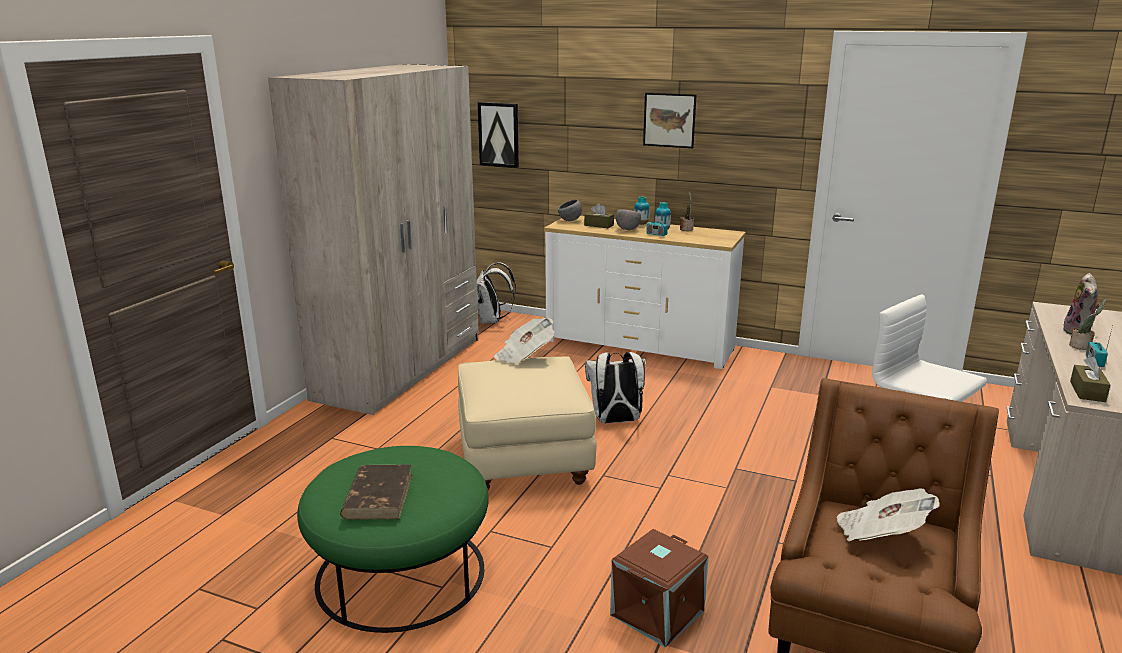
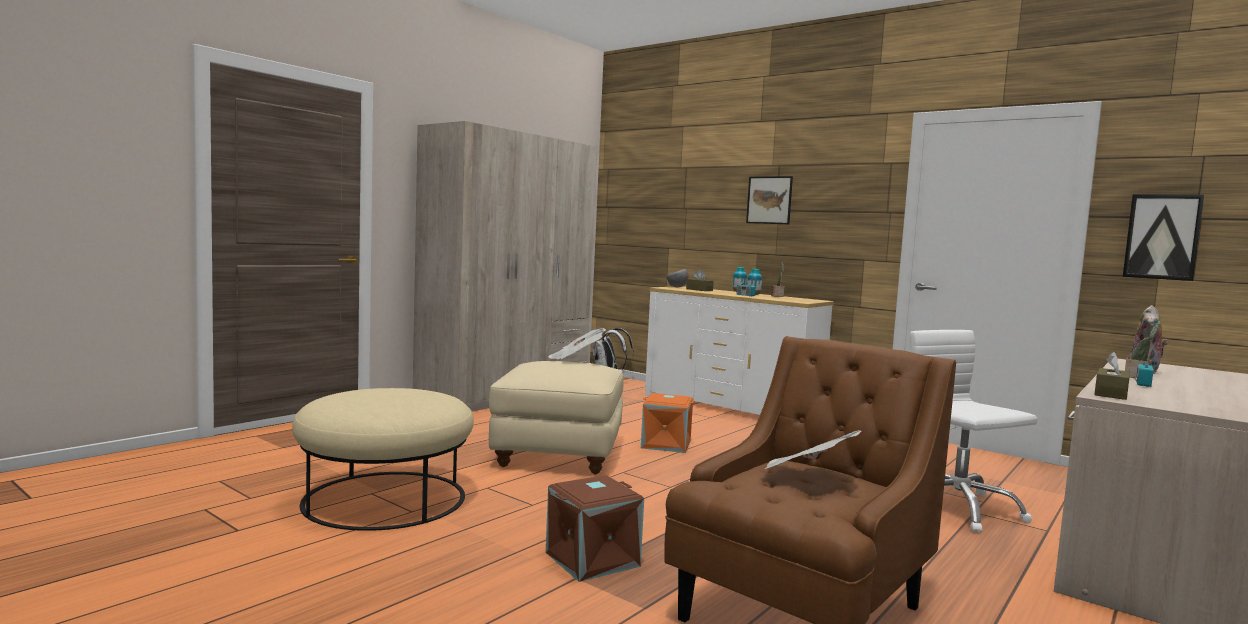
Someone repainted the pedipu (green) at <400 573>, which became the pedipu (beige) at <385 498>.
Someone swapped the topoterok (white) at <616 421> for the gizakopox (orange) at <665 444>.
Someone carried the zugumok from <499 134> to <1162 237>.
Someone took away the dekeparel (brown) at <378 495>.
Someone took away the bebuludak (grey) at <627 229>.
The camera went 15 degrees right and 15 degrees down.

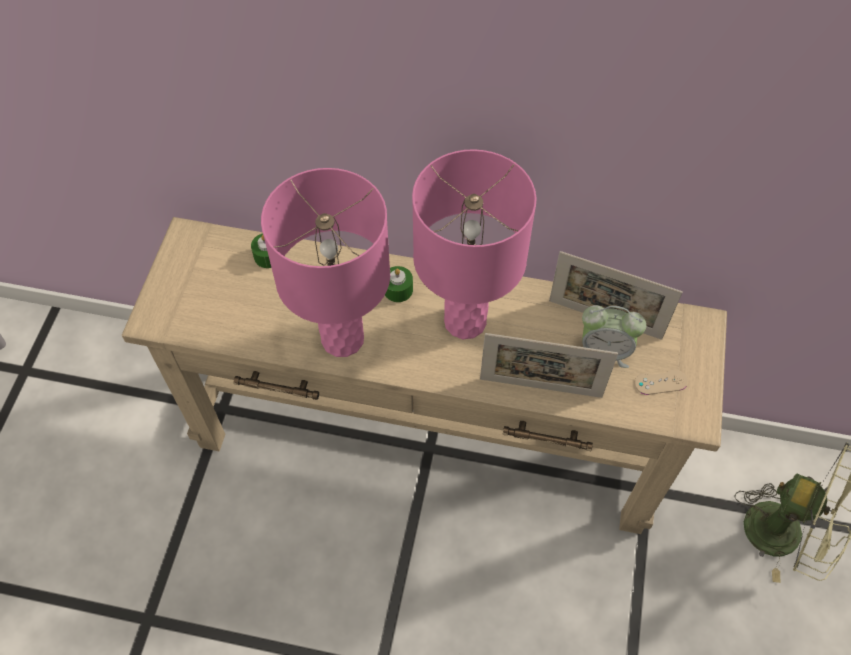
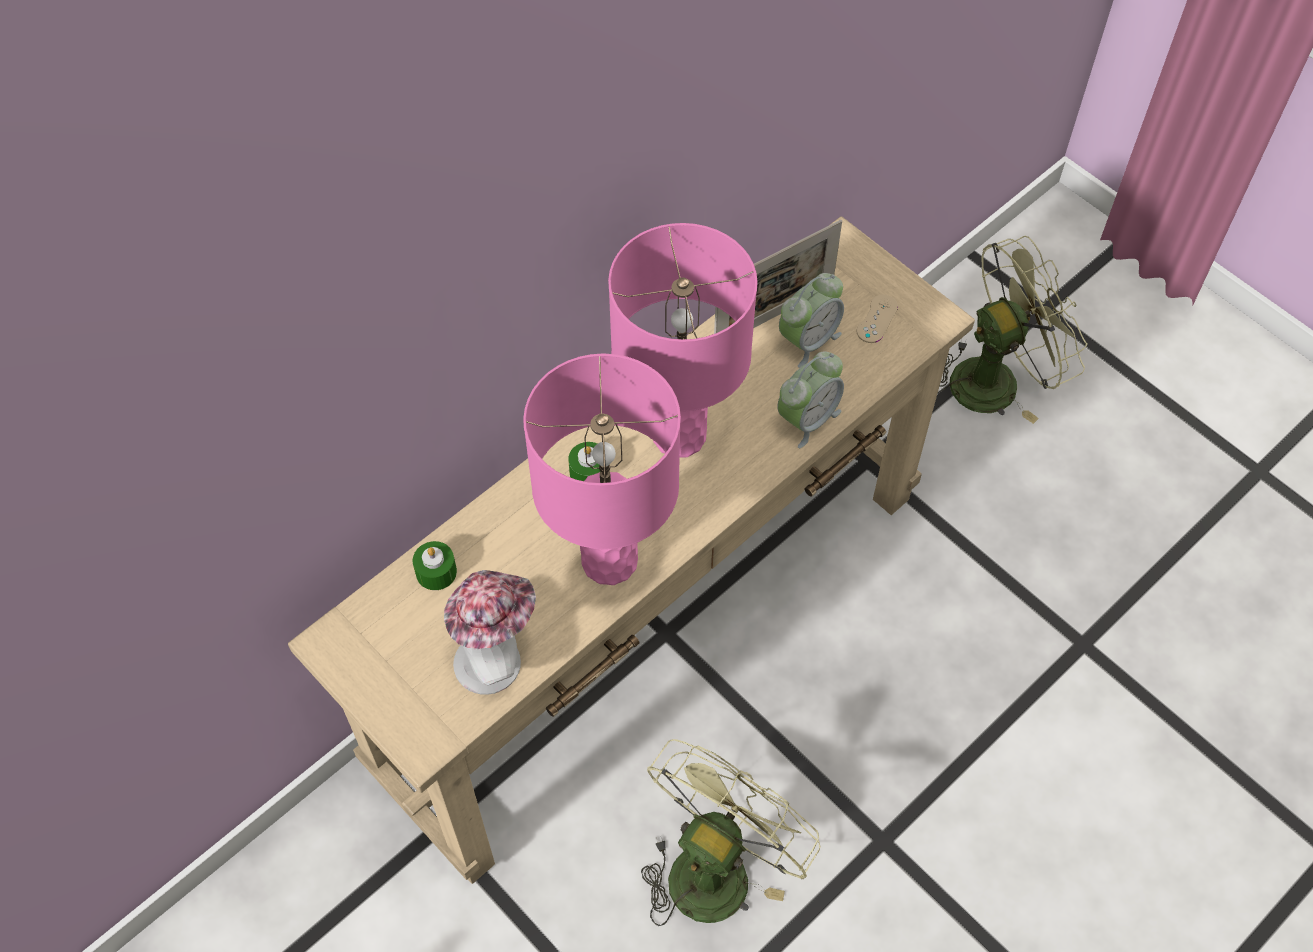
Someone put down the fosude at <496 659>.
Someone put down the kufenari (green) at <715 865>.
Someone swapped the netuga at <540 387> for the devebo at <807 419>.
The camera went 55 degrees left and 0 degrees up.

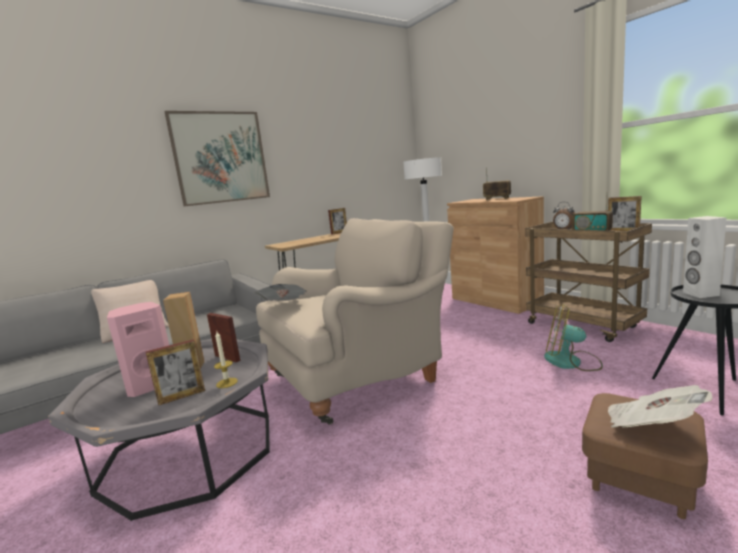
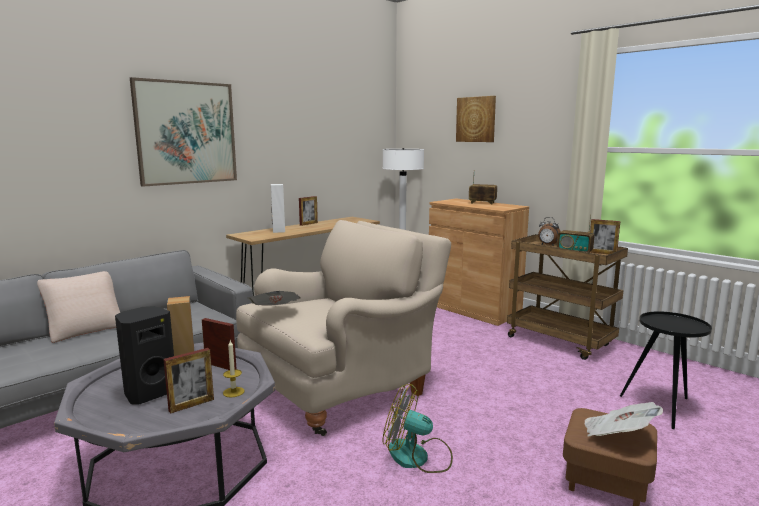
Someone repainted the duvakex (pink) at <151 385>, which became the duvakex (black) at <149 393>.
Someone carried the duvakex (white) from <700 294> to <278 231>.
Someone carried the kufenari from <571 362> to <418 457>.
Someone put up the zugumok at <476 119>.
The camera went 10 degrees left and 0 degrees up.

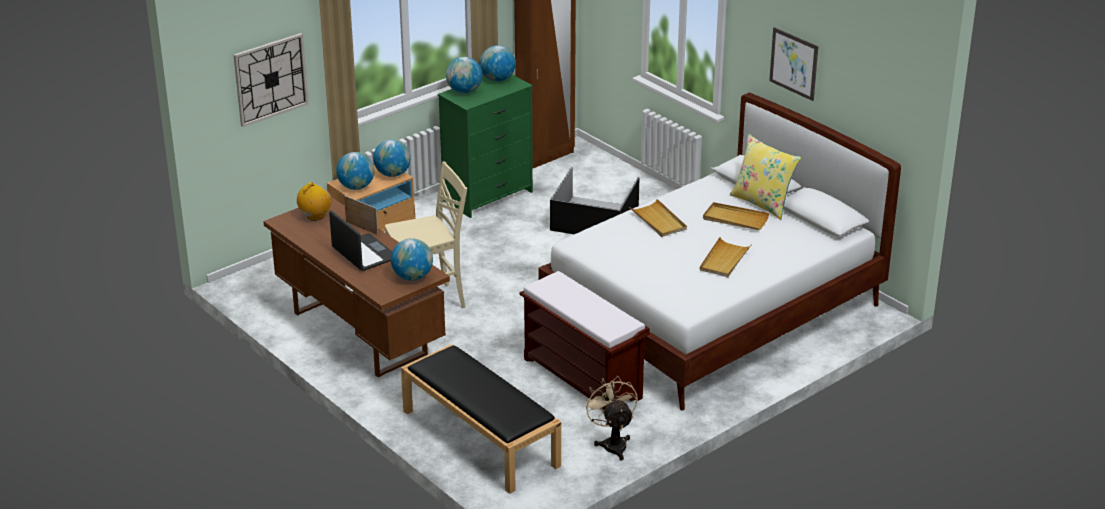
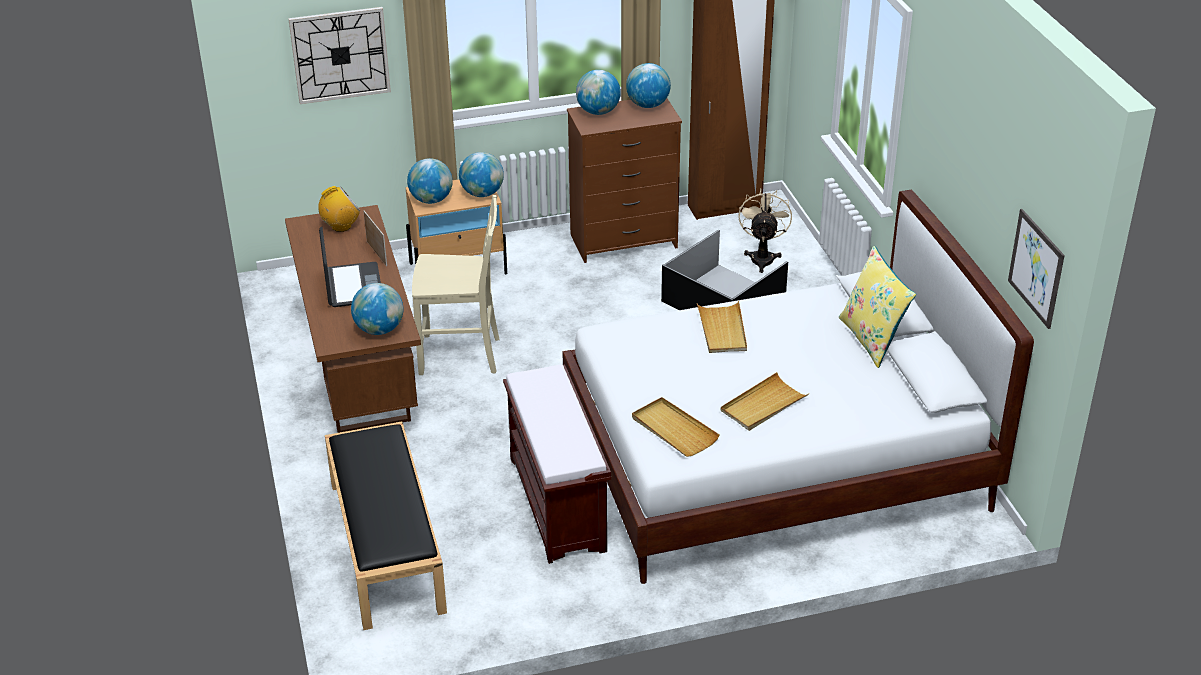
Someone repainted the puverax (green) at <488 196>, which became the puverax (brown) at <624 241>.
Someone carried the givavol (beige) from <735 219> to <673 430>.
Someone carried the kufenari (beige) from <613 443> to <762 257>.
Someone carried the zugumok from <794 63> to <1036 268>.
The camera went 25 degrees right and 5 degrees up.

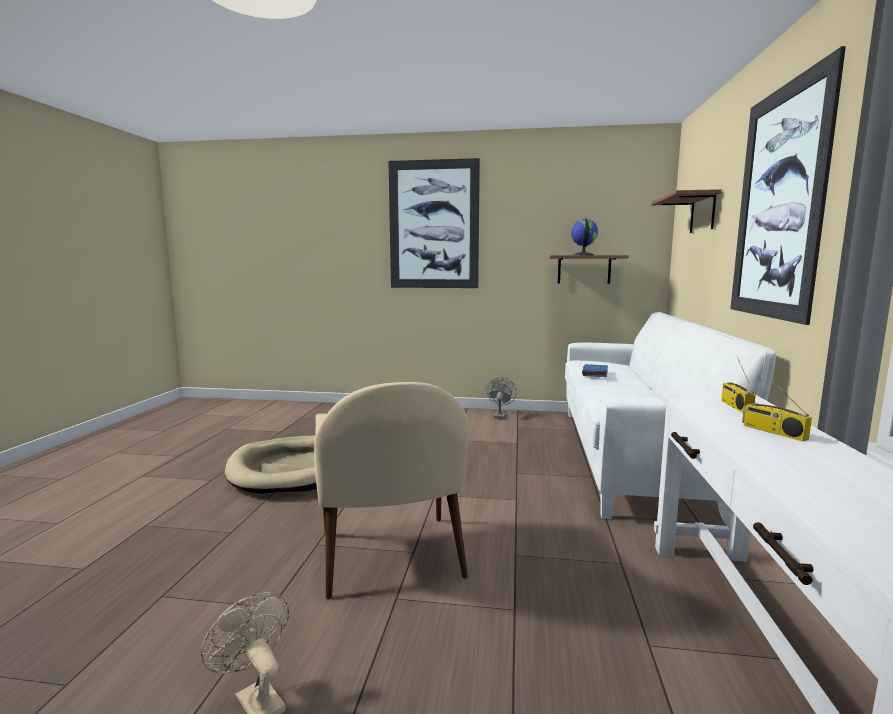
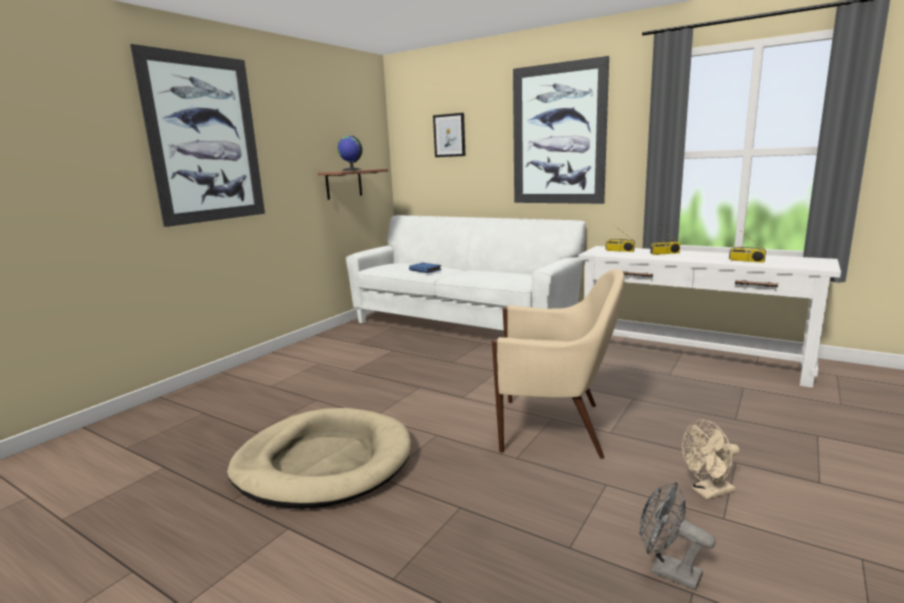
Someone swapped the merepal at <702 213> for the zugumok at <449 135>.
Someone carried the kufenari (grey) from <500 415> to <667 571>.
Someone put down the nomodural at <746 261>.
The camera went 65 degrees left and 5 degrees up.

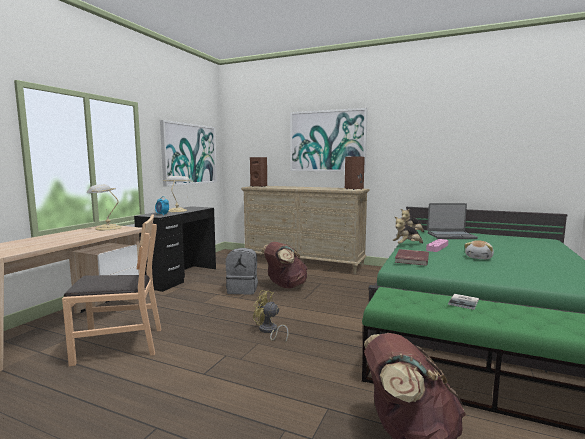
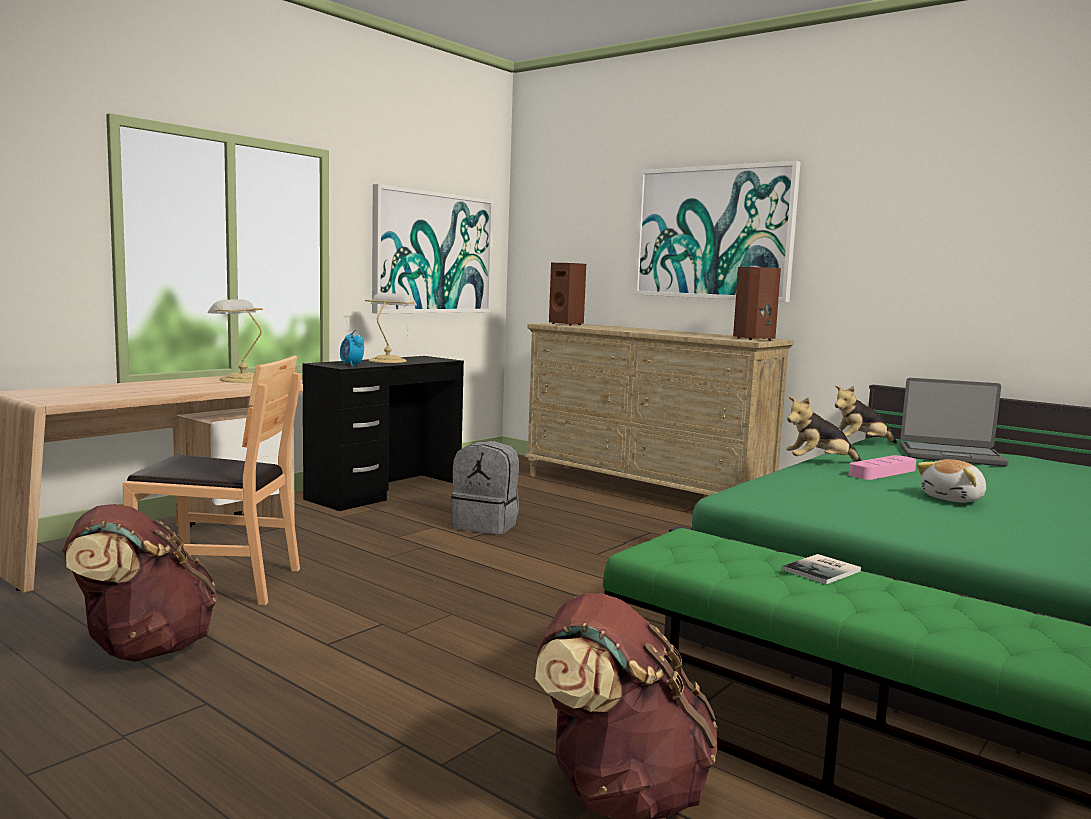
Someone carried the topoterok (brown) from <285 286> to <143 649>.
Someone took away the kufenari (yellow) at <269 331>.
Someone took away the dekeparel (red) at <411 259>.
The camera went 15 degrees right and 0 degrees up.

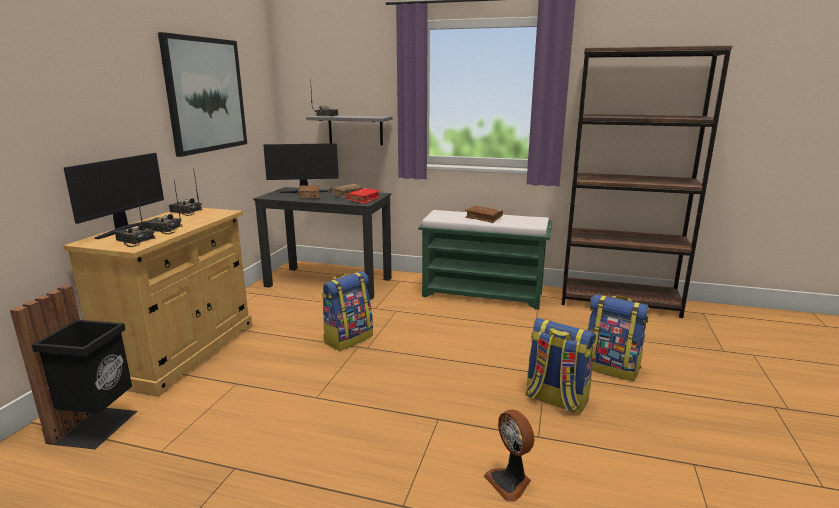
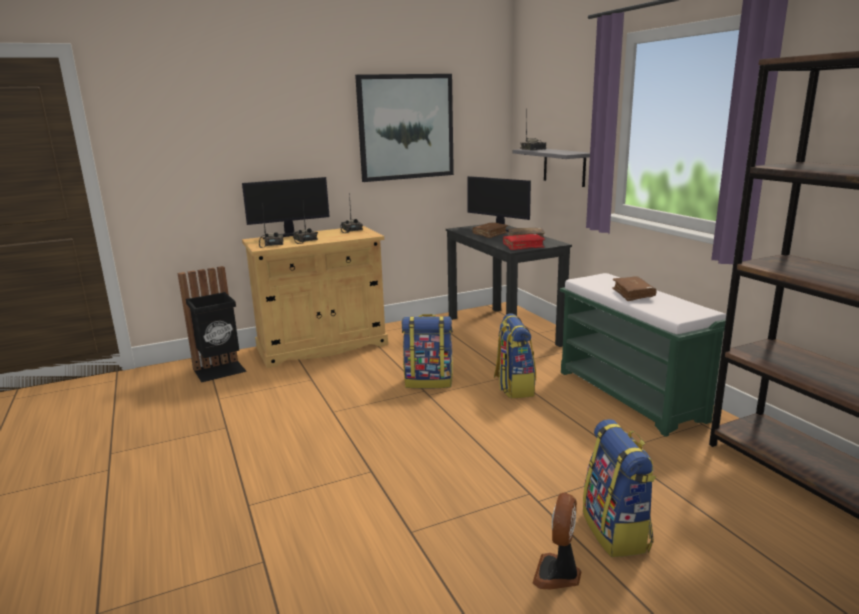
Someone carried the topoterok from <555 400> to <513 387>.
Someone carried the kufenari from <510 482> to <558 574>.
The camera went 50 degrees right and 0 degrees up.

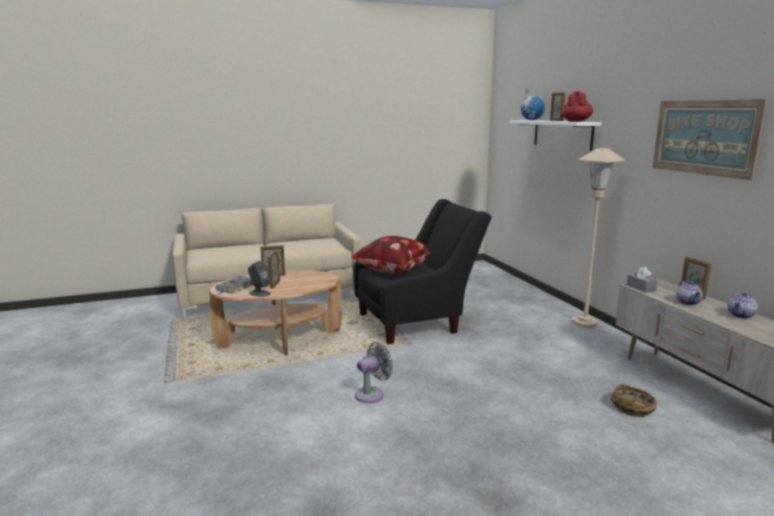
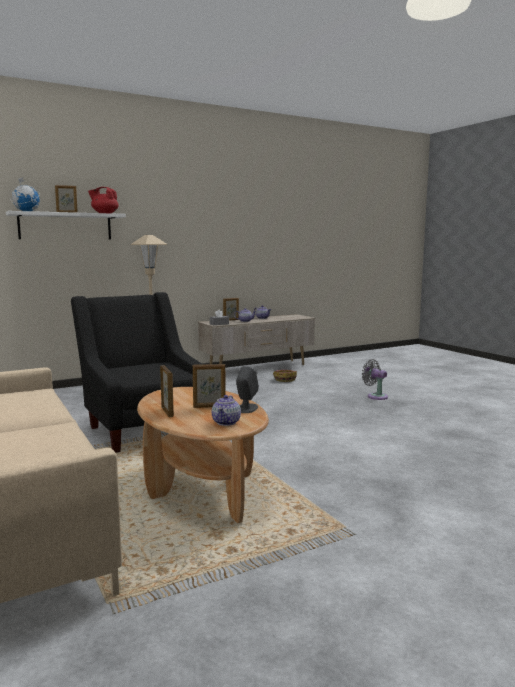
Someone swapped the dekeparel (grey) at <235 287> for the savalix at <226 422>.
Someone carried the kufenari (grey) from <372 394> to <375 396>.
Someone took away the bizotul at <392 272>.
Someone took away the zugumok at <704 137>.
The camera went 100 degrees left and 5 degrees down.

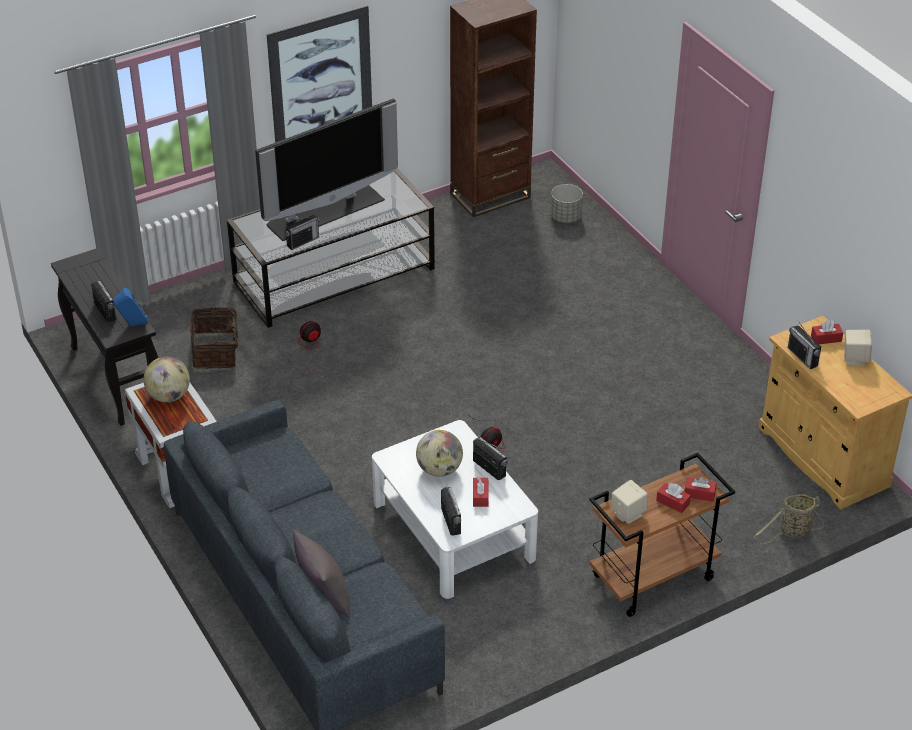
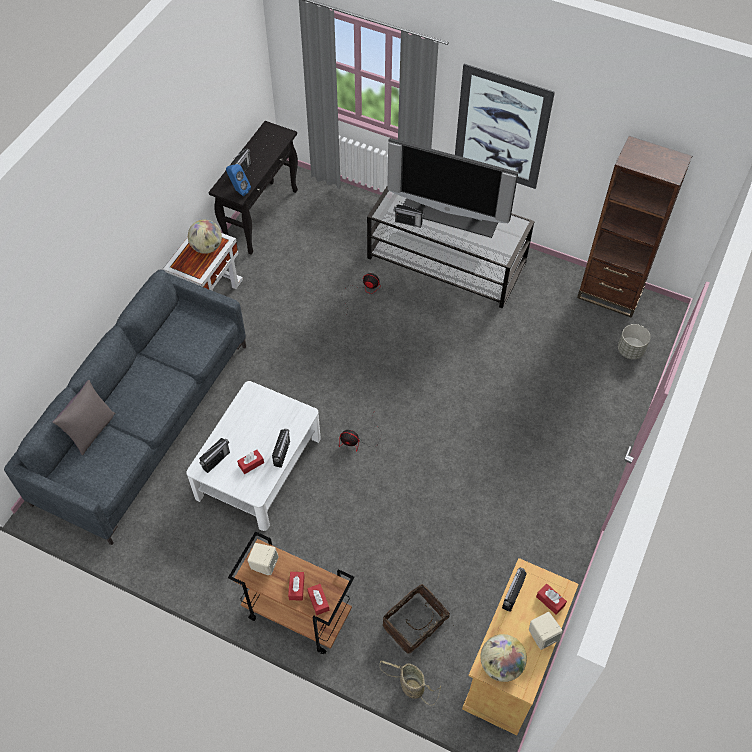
Someone carried the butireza from <216 351> to <415 625>.
Someone carried the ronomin from <439 470> to <500 665>.
The camera went 55 degrees right and 15 degrees up.

